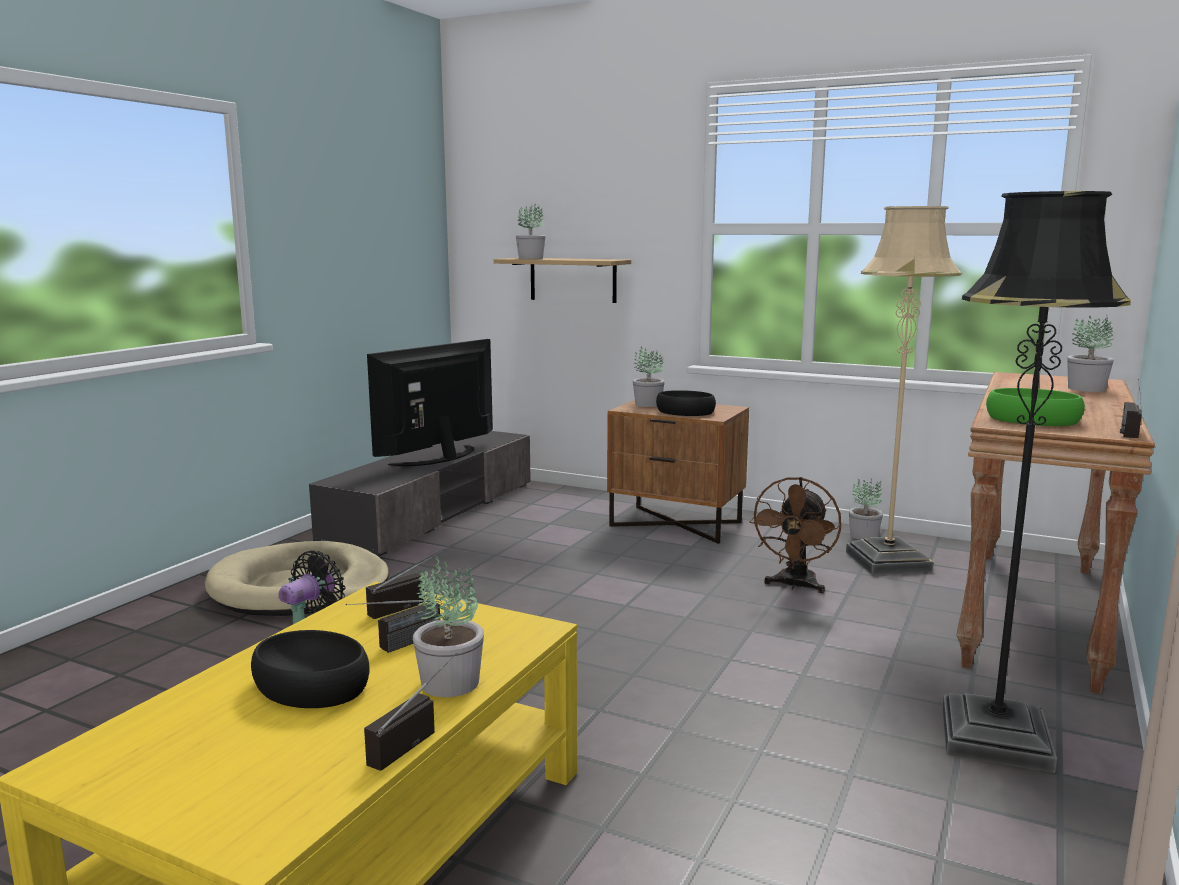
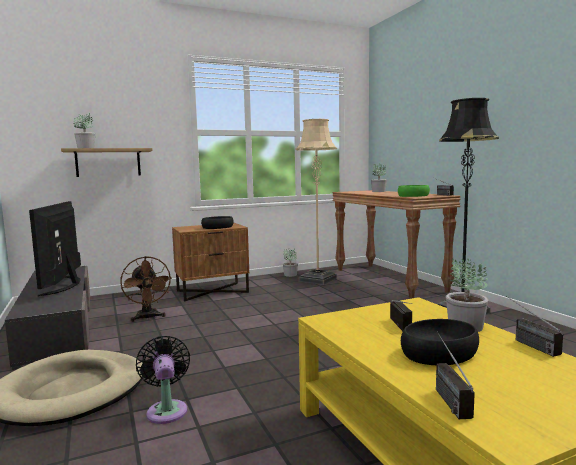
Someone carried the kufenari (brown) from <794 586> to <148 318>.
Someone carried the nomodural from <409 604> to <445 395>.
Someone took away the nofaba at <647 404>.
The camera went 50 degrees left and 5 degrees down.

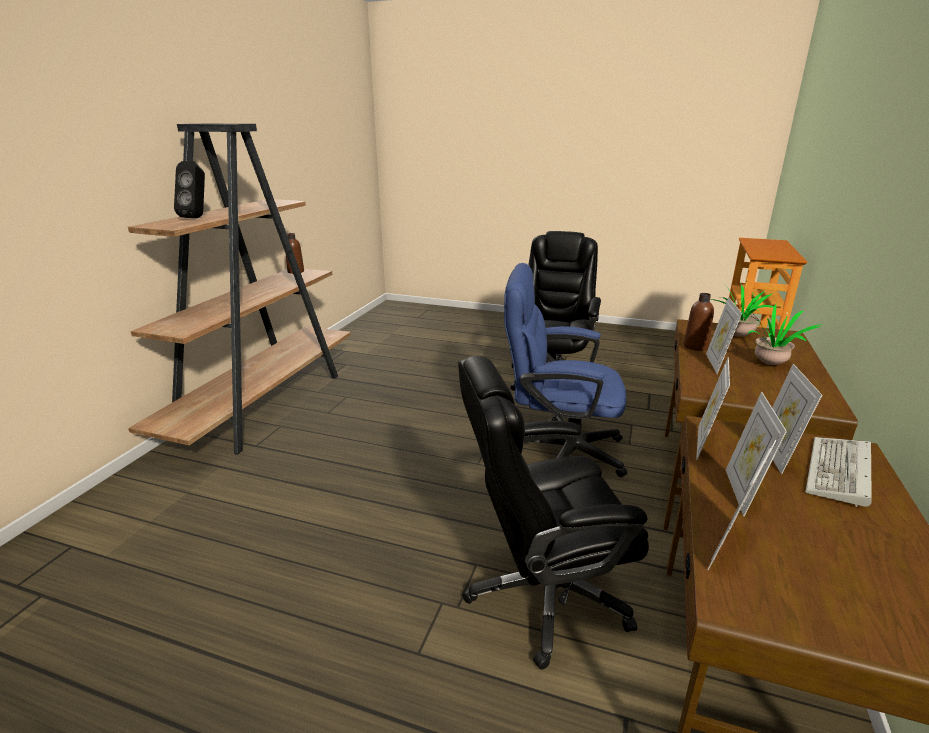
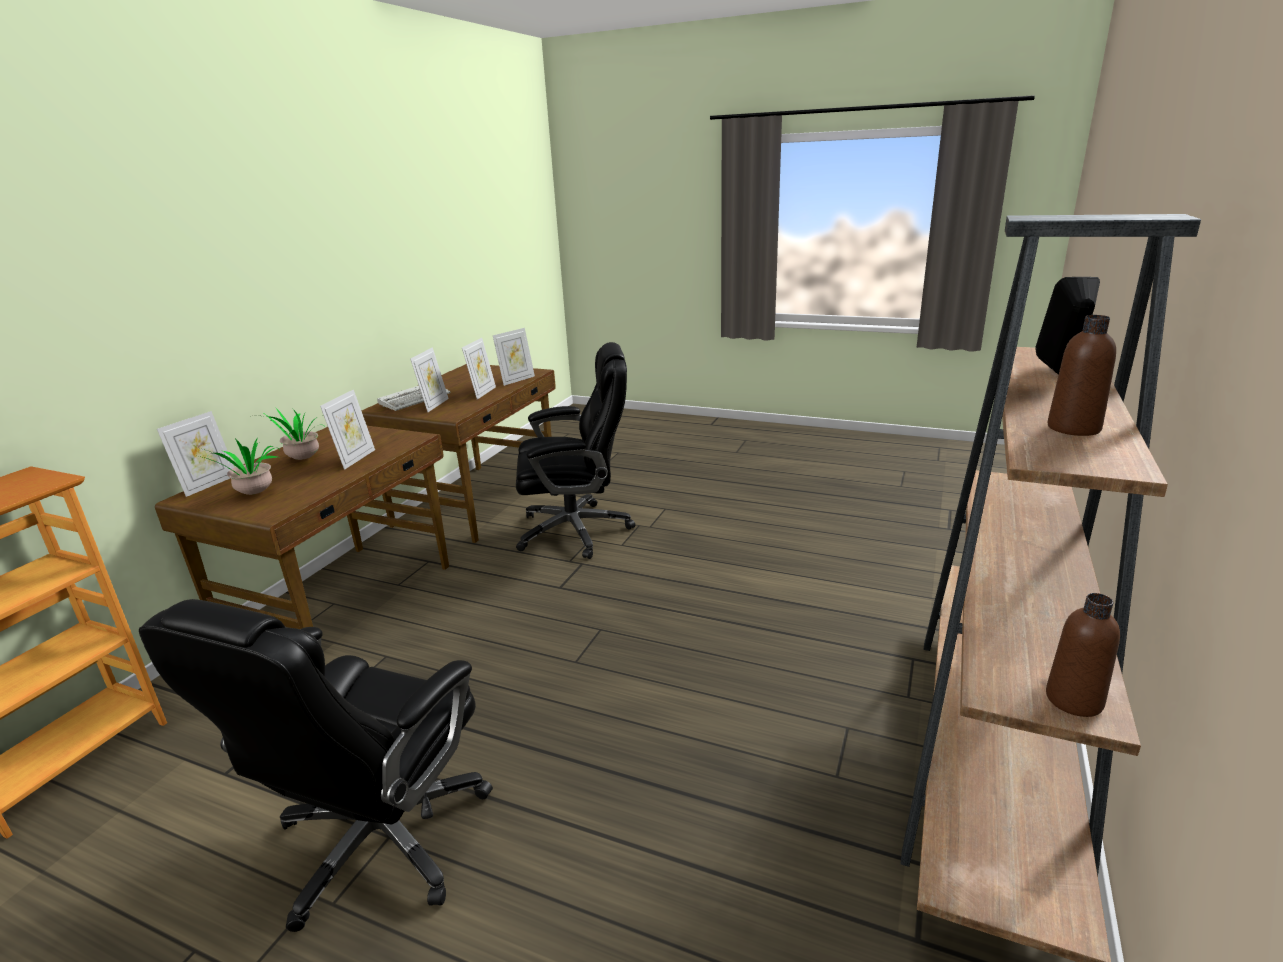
Someone carried the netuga from <705 444> to <208 485>.
Someone carried the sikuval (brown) from <695 346> to <1073 428>.
Someone took away the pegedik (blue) at <558 450>.
The camera went 175 degrees left and 0 degrees up.

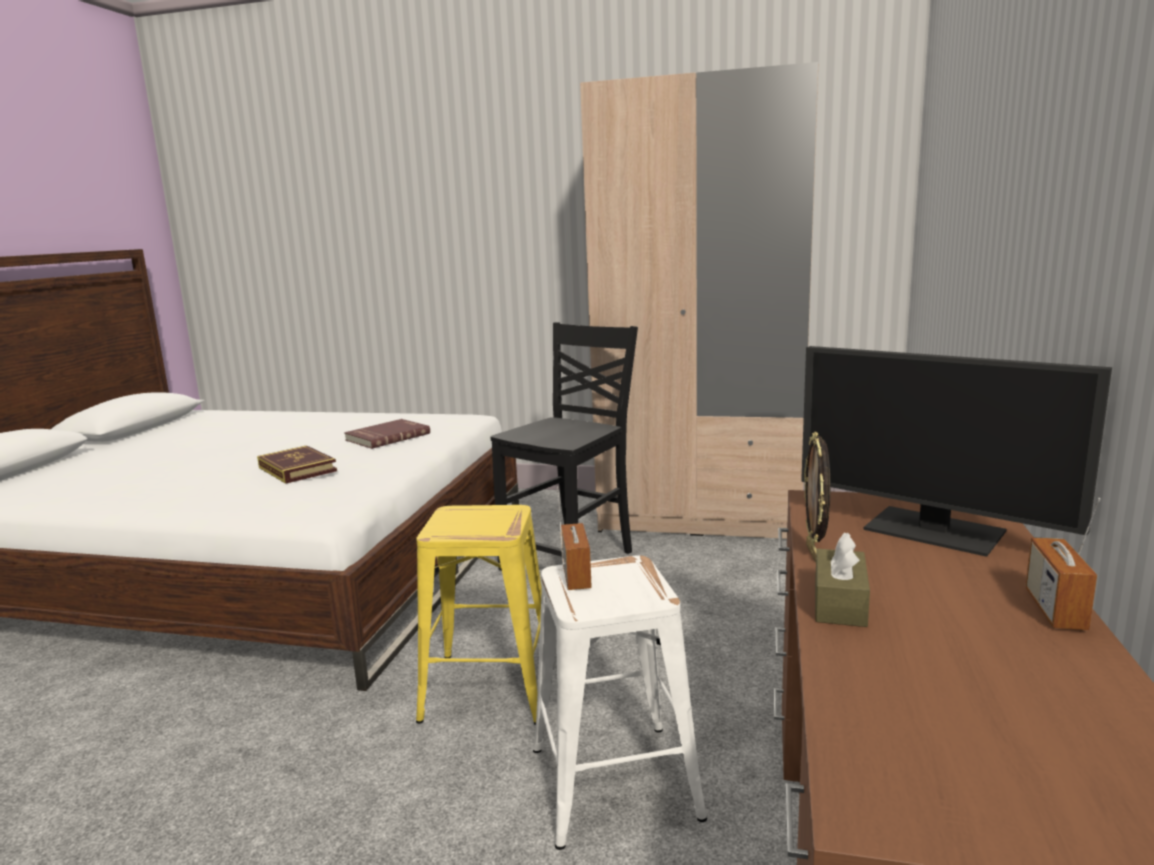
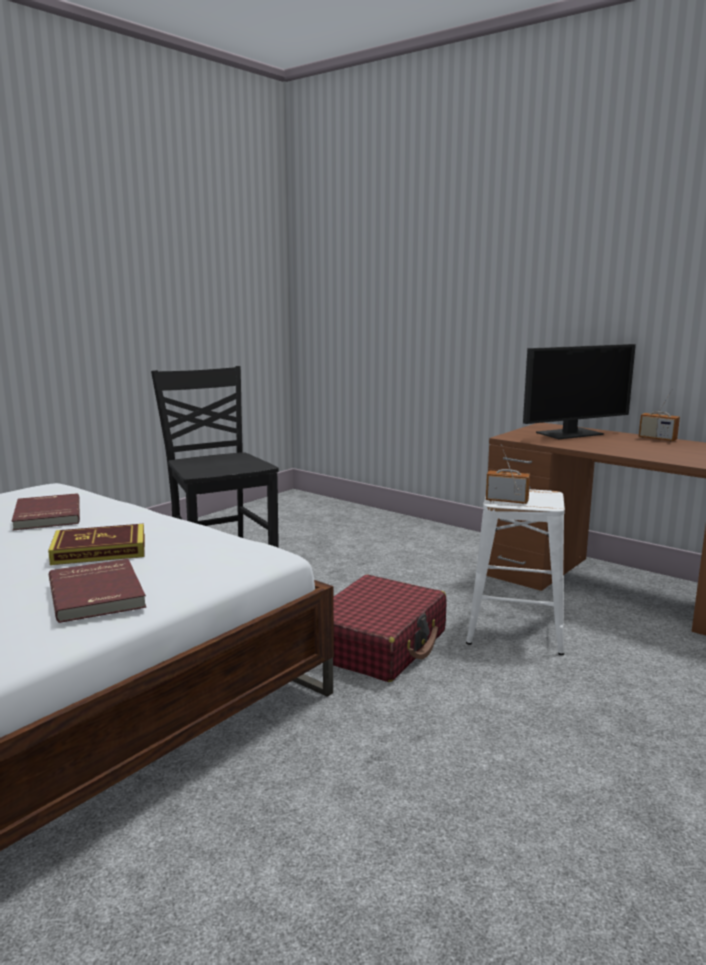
Someone put down the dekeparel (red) at <98 593>.
Someone swapped the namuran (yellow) at <489 686> for the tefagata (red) at <378 644>.
Someone took away the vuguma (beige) at <701 517>.
Someone took away the netuga at <814 553>.
Someone took away the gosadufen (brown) at <839 603>.
The camera went 65 degrees left and 0 degrees up.

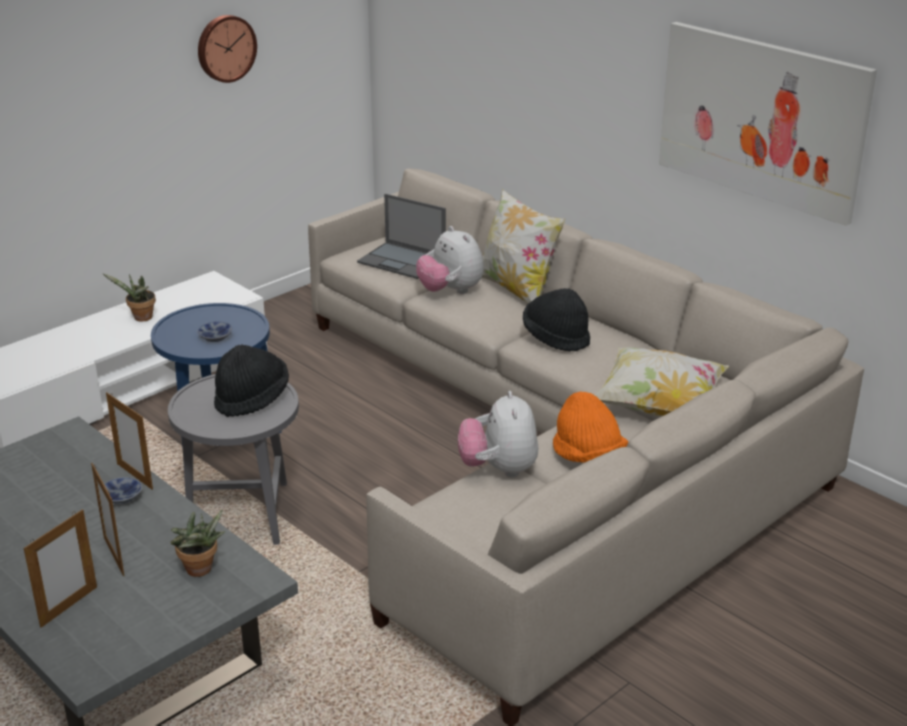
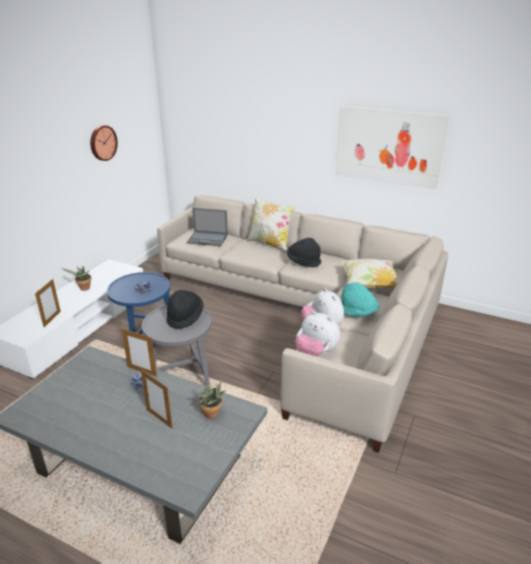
Someone carried the netuga from <69 606> to <52 319>.
Someone carried the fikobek from <450 291> to <316 353>.
Someone repainted the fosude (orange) at <587 456>, which became the fosude (turquoise) at <358 313>.
The camera went 20 degrees left and 0 degrees up.

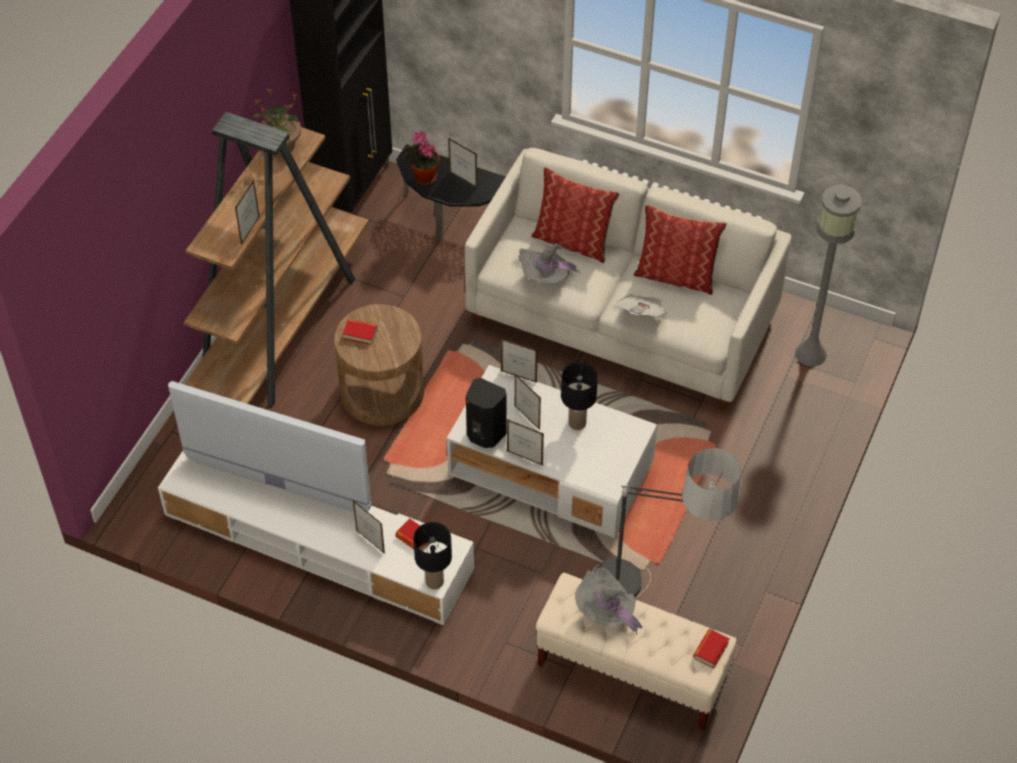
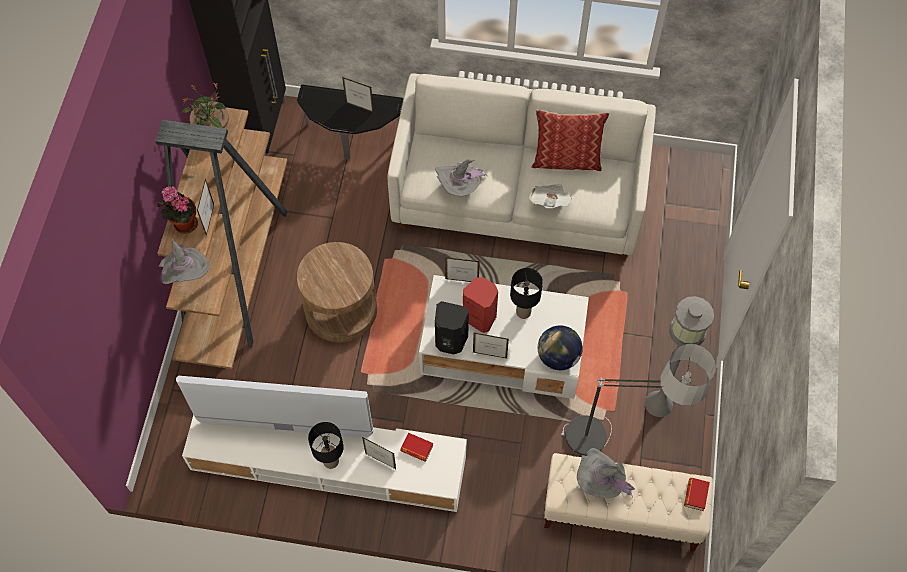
Someone carried the nofaba from <423 177> to <183 223>.
Someone put down the fosude (grey) at <186 274>.
Someone carried the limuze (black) from <434 581> to <331 461>.
Someone swapped the netuga at <527 418> for the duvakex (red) at <480 317>.
Someone put down the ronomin at <558 357>.
Someone carried the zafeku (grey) from <811 354> to <659 404>.
Someone took away the dekeparel at <360 334>.
Someone took away the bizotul at <573 241>.
The camera went 15 degrees left and 10 degrees up.

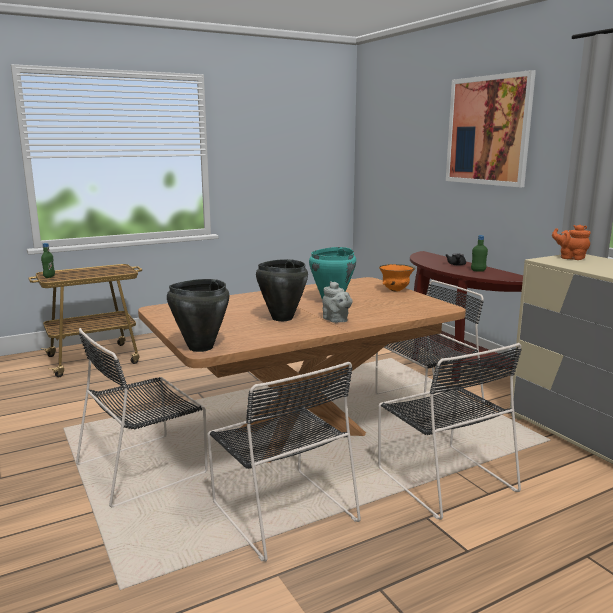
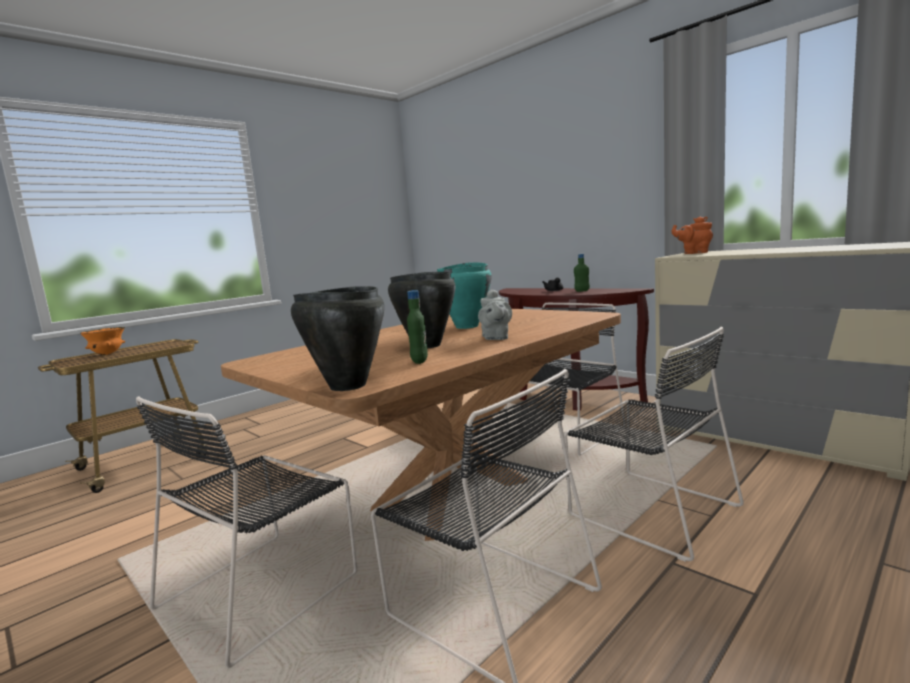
Someone carried the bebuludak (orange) from <395 290> to <107 354>.
Someone carried the sikuval (green) from <49 277> to <419 361>.
Someone rotated the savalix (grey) at <336 320> by 45 degrees clockwise.
Someone took away the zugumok at <488 130>.
The camera went 15 degrees left and 5 degrees down.

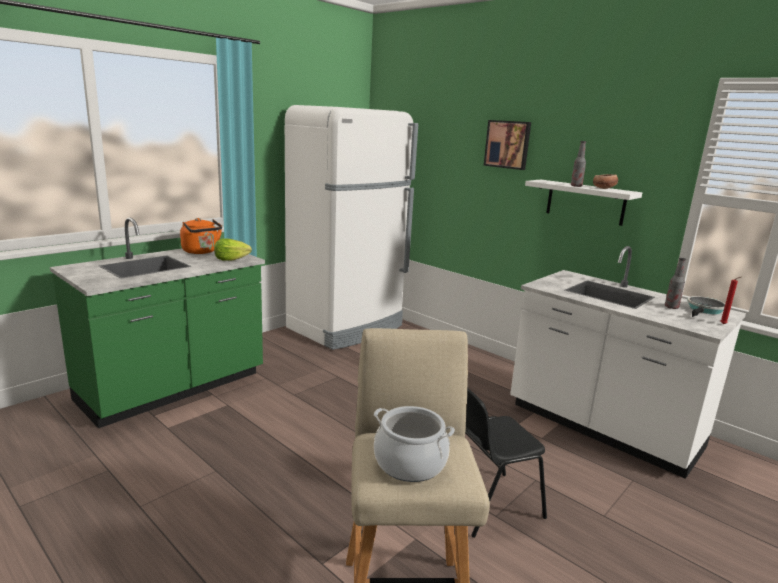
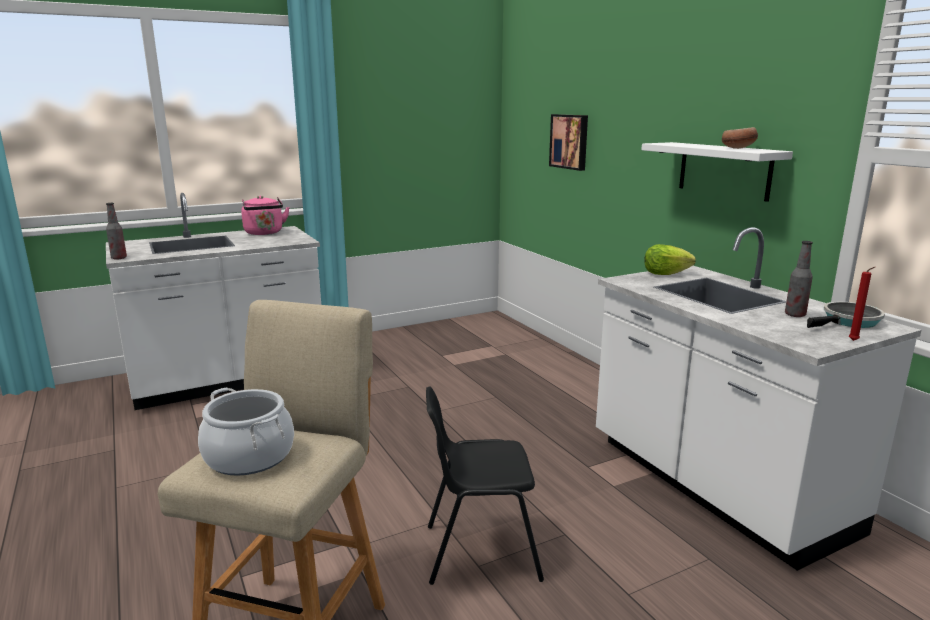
Someone repainted the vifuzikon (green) at <173 388>, which became the vifuzikon (white) at <229 381>.
Someone carried the sikuval from <576 186> to <119 258>.
Someone repainted the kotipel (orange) at <201 252>, which became the kotipel (pink) at <264 233>.
Someone carried the zugumok from <508 144> to <570 141>.
Someone carried the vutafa from <230 259> to <665 274>.
Someone took away the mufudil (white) at <346 327>.
The camera went 20 degrees right and 0 degrees up.

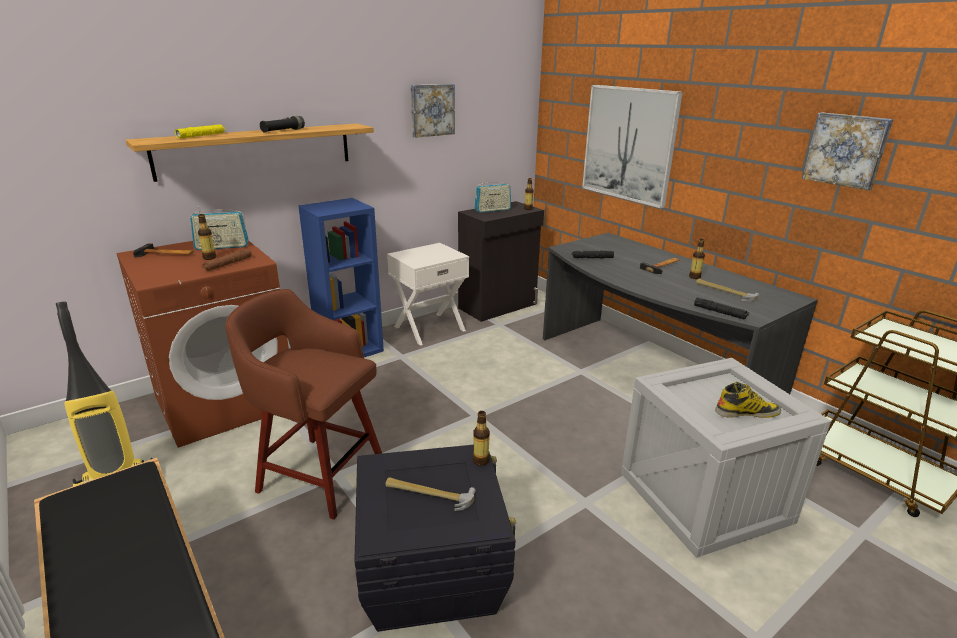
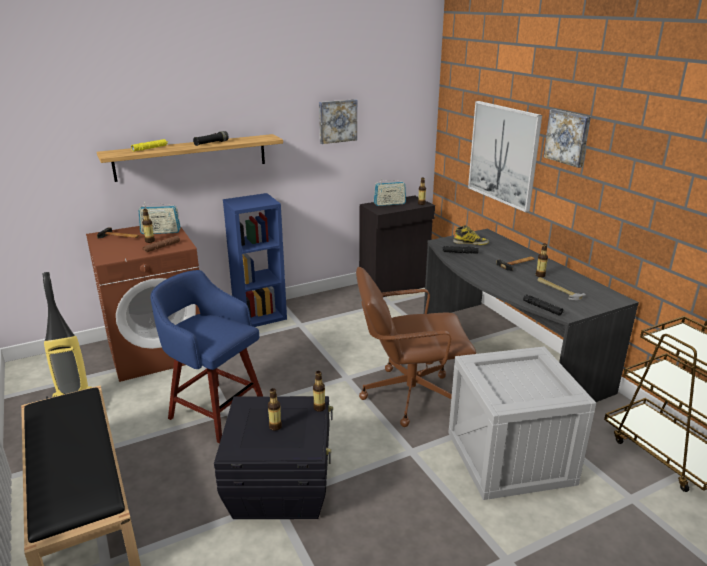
Someone repainted the namuran (brown) at <318 474>, which became the namuran (blue) at <215 410>.
Someone swapped the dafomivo at <429 494> for the sikuval at <275 426>.
Someone put down the pegedik (brown) at <408 395>.
Someone carried the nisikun from <747 412> to <470 243>.
Someone carried the zugumok from <846 150> to <568 137>.
Someone took away the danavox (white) at <429 328>.
The camera went 10 degrees right and 0 degrees up.

